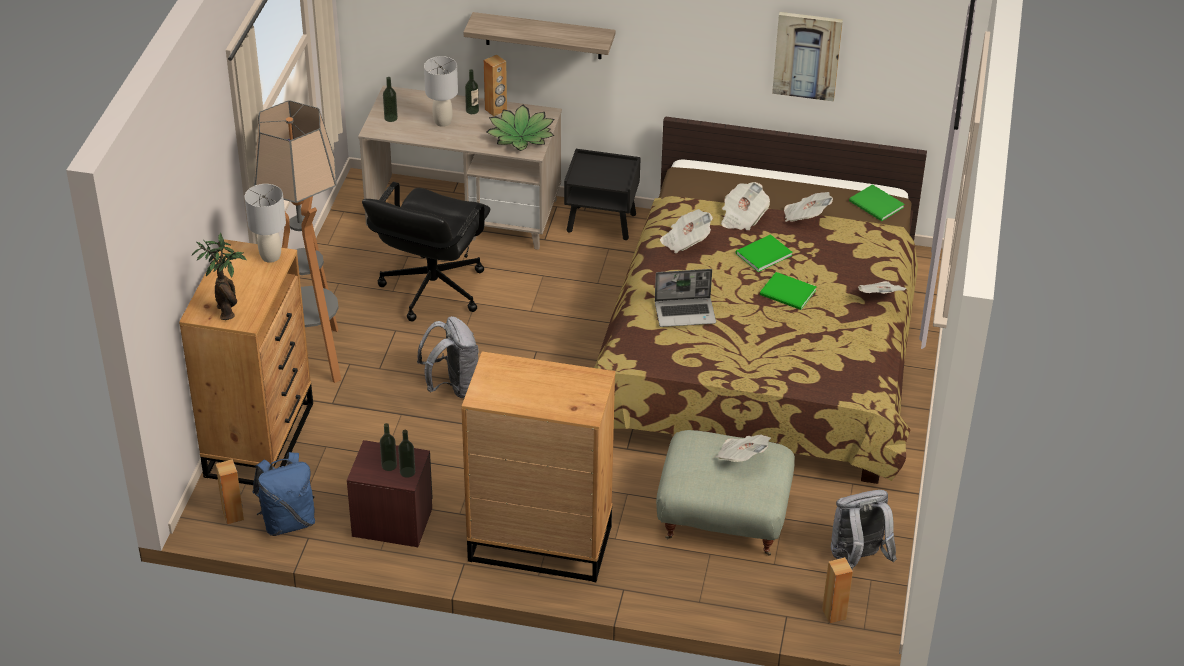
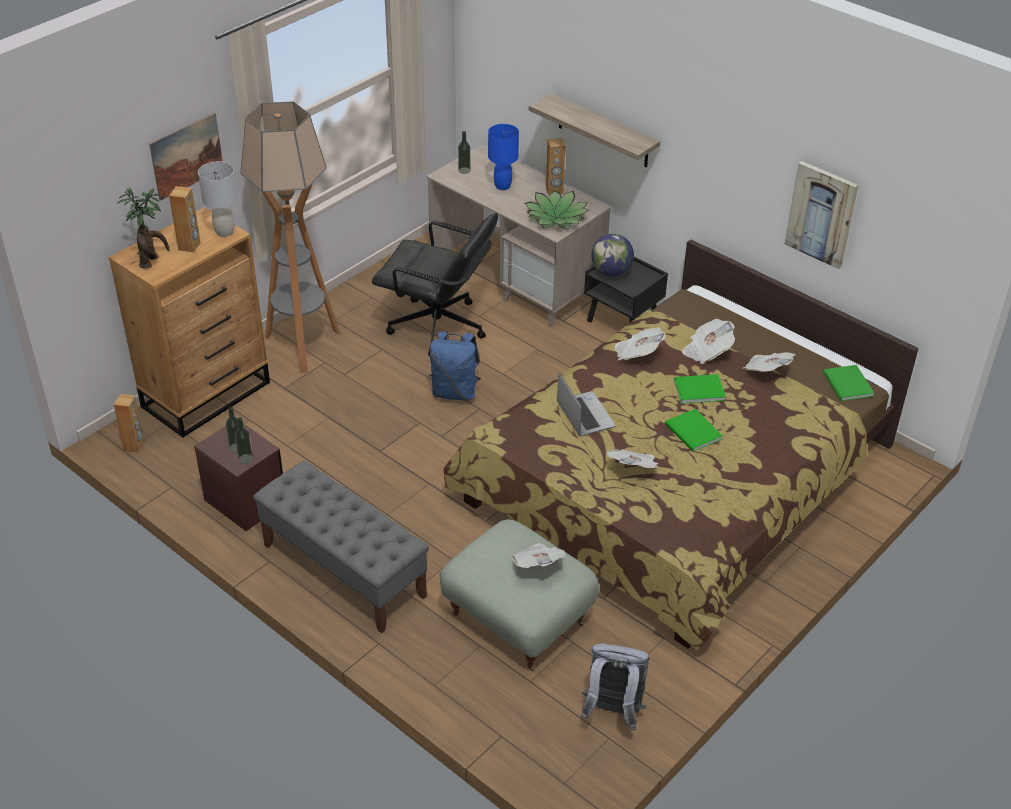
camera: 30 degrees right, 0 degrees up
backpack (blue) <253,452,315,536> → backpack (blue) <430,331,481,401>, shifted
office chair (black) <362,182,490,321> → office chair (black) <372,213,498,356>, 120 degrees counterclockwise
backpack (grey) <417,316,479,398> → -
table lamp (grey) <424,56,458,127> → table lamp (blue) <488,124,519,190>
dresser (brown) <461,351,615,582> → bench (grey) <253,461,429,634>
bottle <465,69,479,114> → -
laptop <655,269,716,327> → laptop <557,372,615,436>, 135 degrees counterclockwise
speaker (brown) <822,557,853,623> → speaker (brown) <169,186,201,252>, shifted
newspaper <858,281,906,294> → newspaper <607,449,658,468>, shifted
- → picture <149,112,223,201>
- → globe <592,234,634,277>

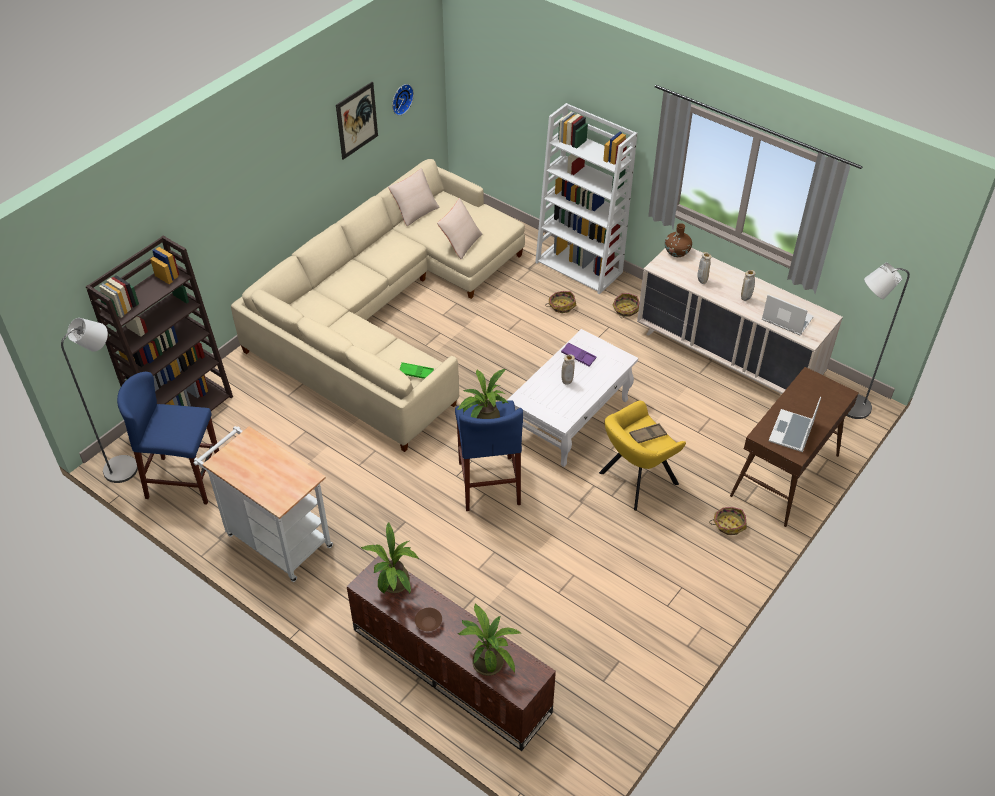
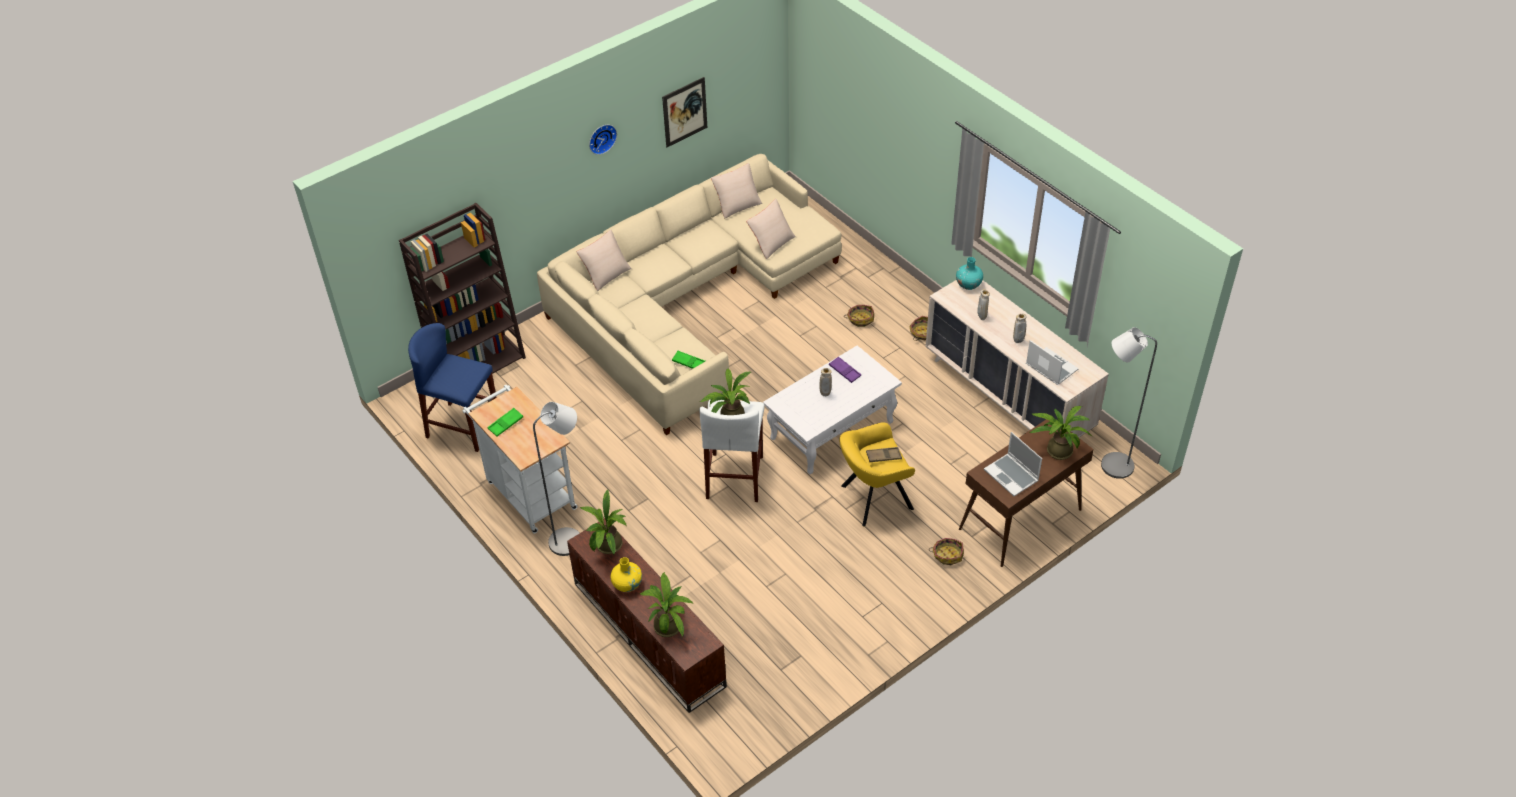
camera: 15 degrees right, 0 degrees up
floor lamp (grey) <61,318,138,483> → floor lamp (grey) <533,402,579,556>, shifted
wall clock <392,84,414,115> → wall clock <589,125,617,155>, shifted
bowl (brown) <415,608,442,631> → vase (yellow) <611,557,642,592>
stool (blue) <455,400,523,511> → stool (white) <699,399,765,502>
bookcase (white) <535,103,637,295> → -
vase (brown) <665,223,692,257> → vase (turquoise) <956,257,983,290>
laptop <769,396,821,452> → laptop <984,432,1042,496>, 75 degrees counterclockwise
- → tray (green) <488,408,523,437>
- → pillow (beige) <577,230,631,291>
- → potted plant <1030,406,1093,460>

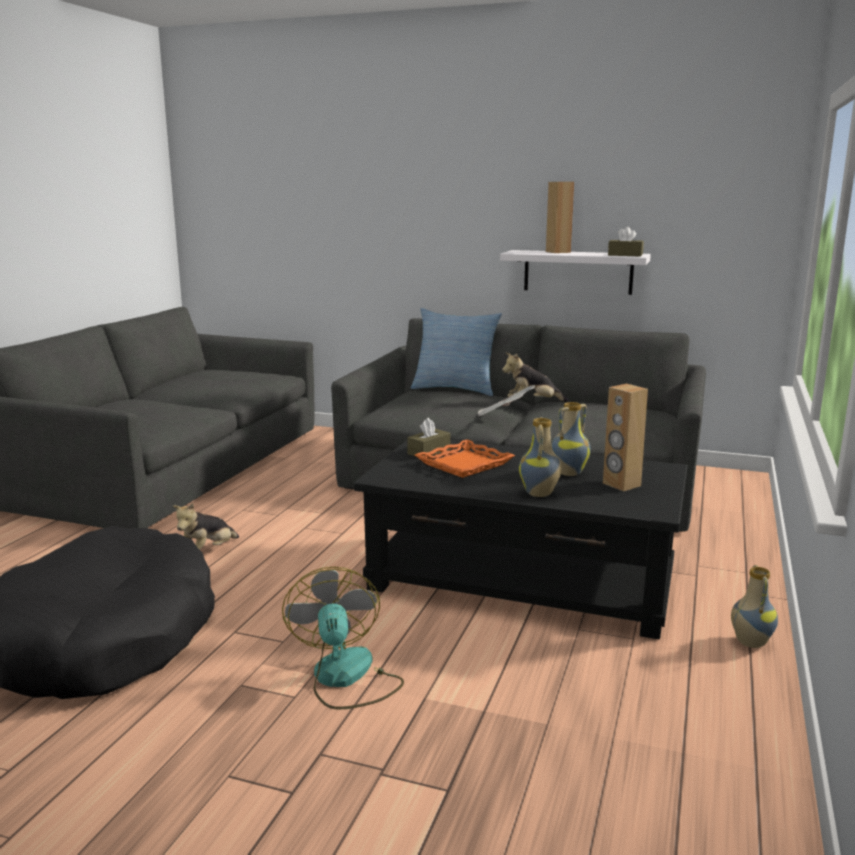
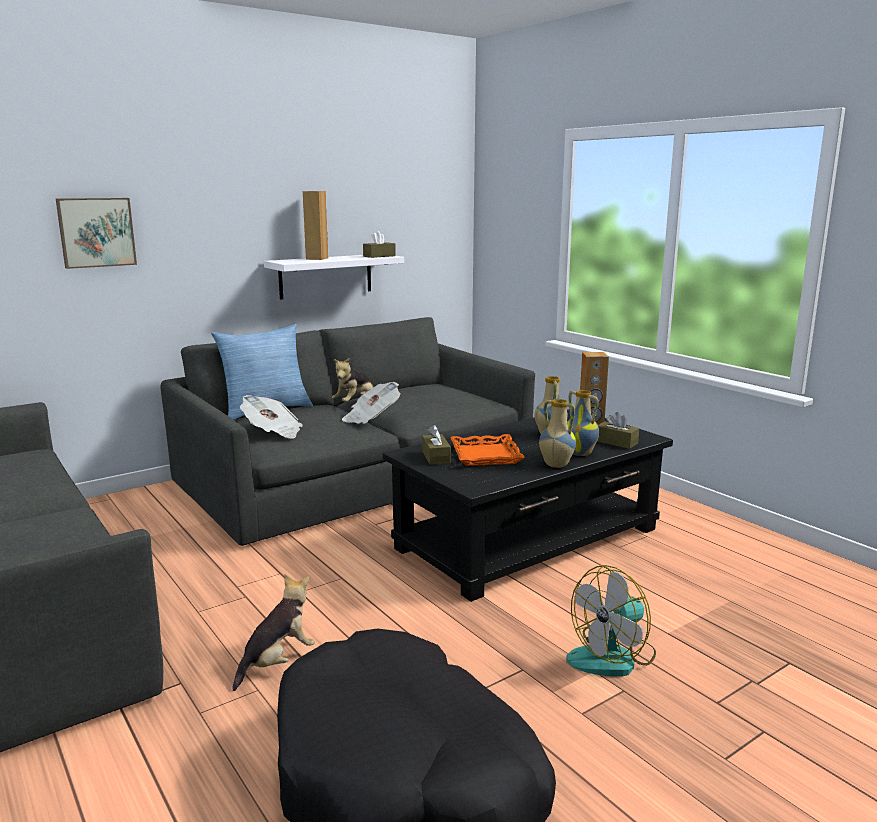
camera: 55 degrees left, 0 degrees up
plush toy <173,503,239,550> → plush toy <233,574,315,691>, 120 degrees counterclockwise
fan <282,567,404,709> → fan <566,565,656,676>, 60 degrees counterclockwise
vase <731,565,778,648> → vase <539,399,576,468>, shifted
- → picture <56,198,137,269>
- → newspaper <240,395,303,439>
- → tissue box (brown) <597,412,639,449>

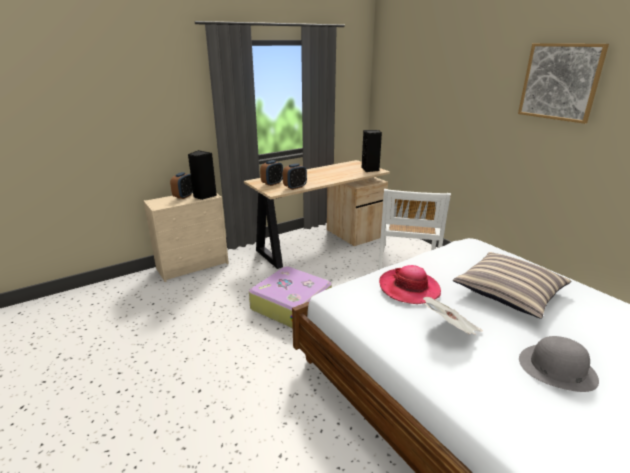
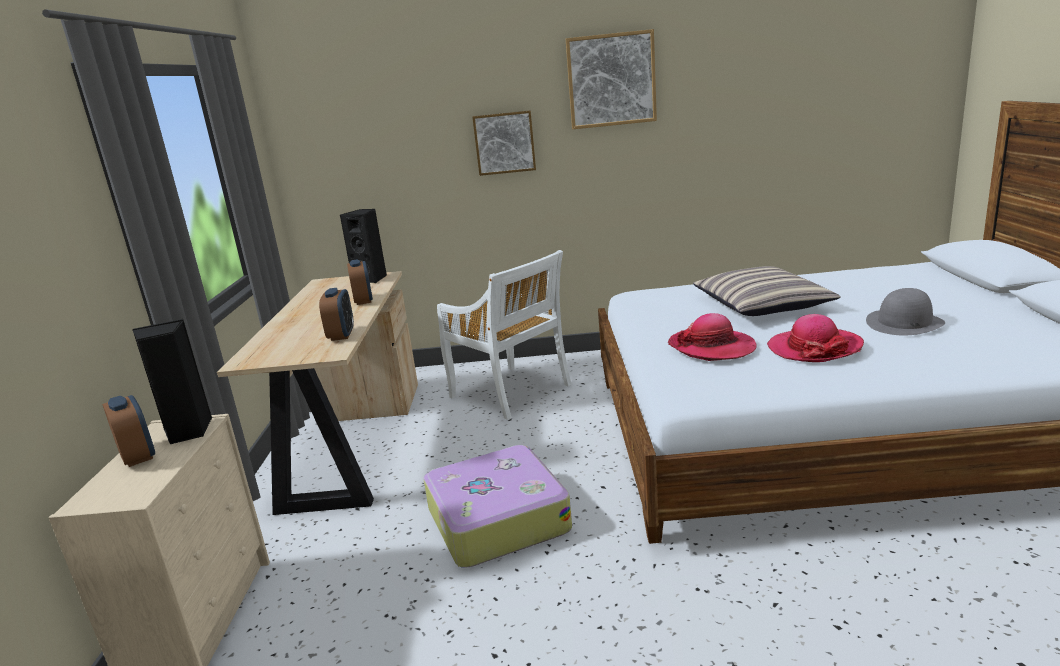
camera: 55 degrees left, 5 degrees down
alarm clock <260,160,283,186> → alarm clock <347,259,373,305>, shifted
newspaper <423,297,483,335> → hat <767,314,864,362>
- → picture <472,110,536,176>

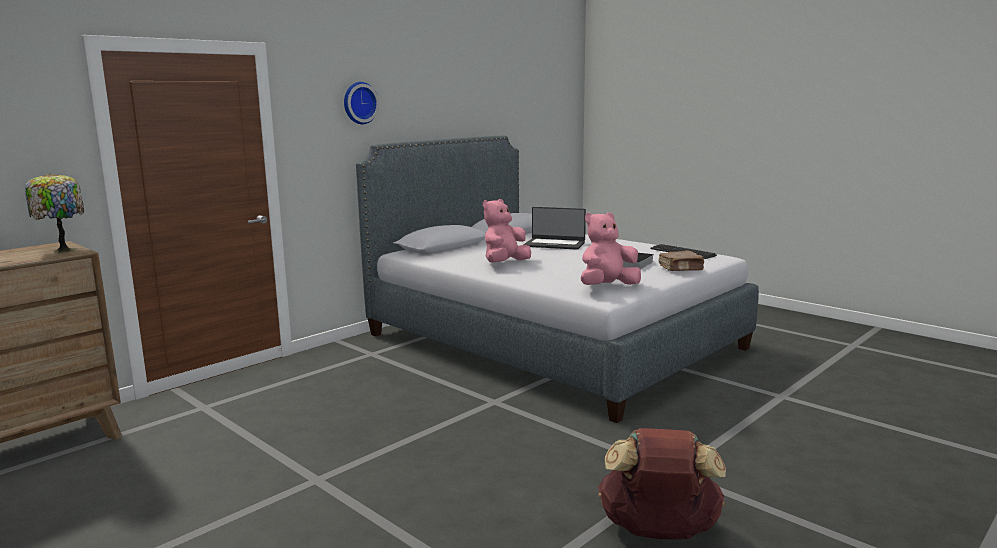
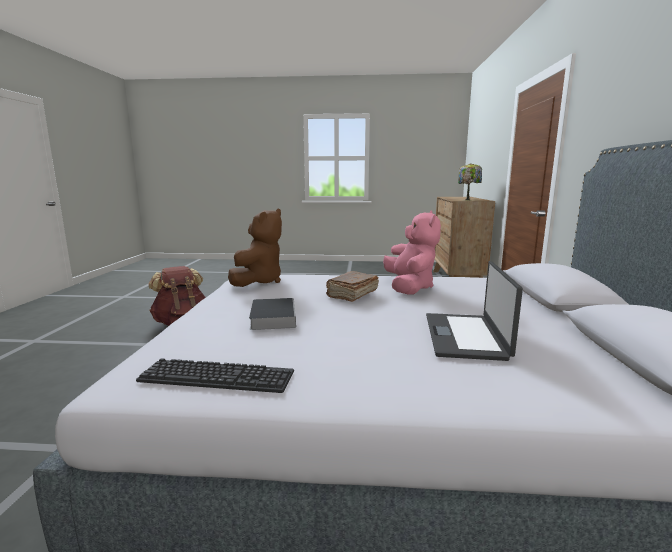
camera: 140 degrees right, 0 degrees up
wall clock <344,82,379,124> → -
laptop <523,207,586,250> → laptop <426,261,523,361>, 60 degrees counterclockwise
plush toy (pink) <581,212,641,285> → plush toy (brown) <228,209,282,287>
book (brown) <659,250,705,271> → book (brown) <326,271,379,302>, shifted

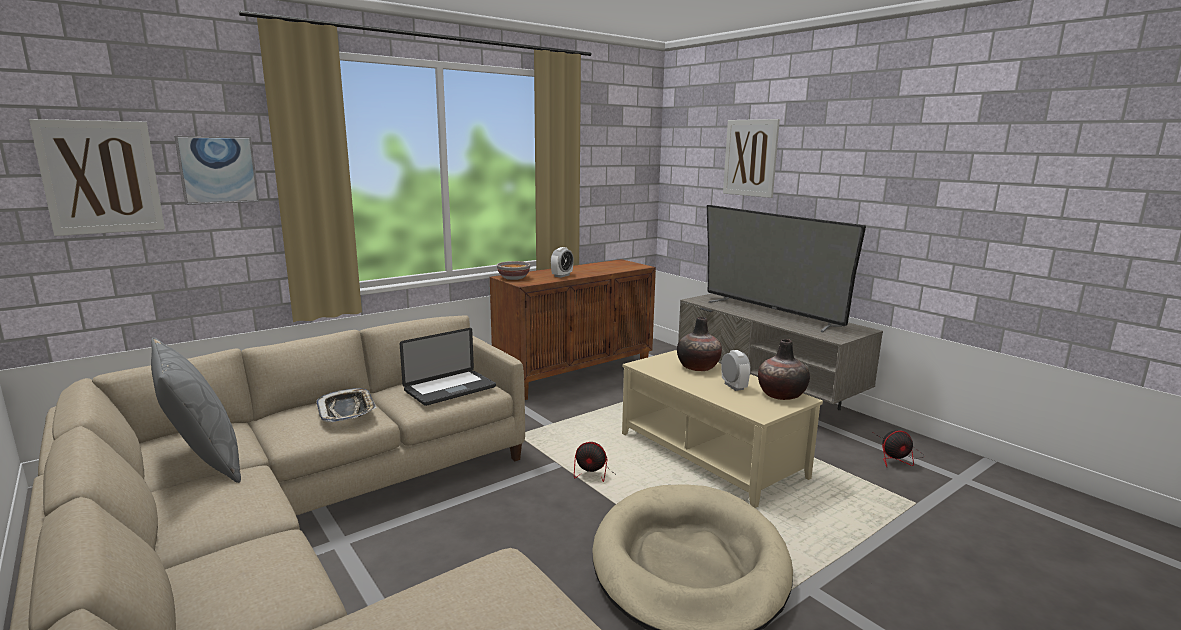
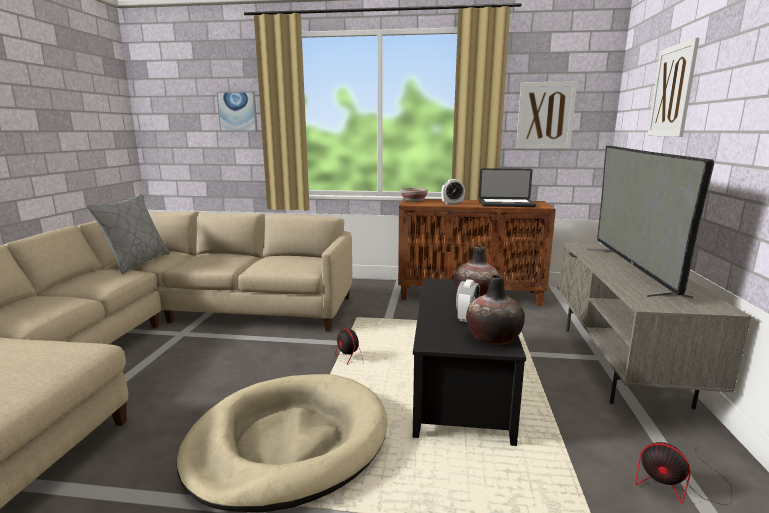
camera: 45 degrees right, 0 degrees up
picture <29,119,165,236> → picture <516,81,577,149>, shifted
tray <316,388,377,423> → -
laptop <400,328,496,406> → laptop <479,168,536,207>, shifted
coffee table (beige) <622,350,823,508> → coffee table (black) <413,279,526,446>

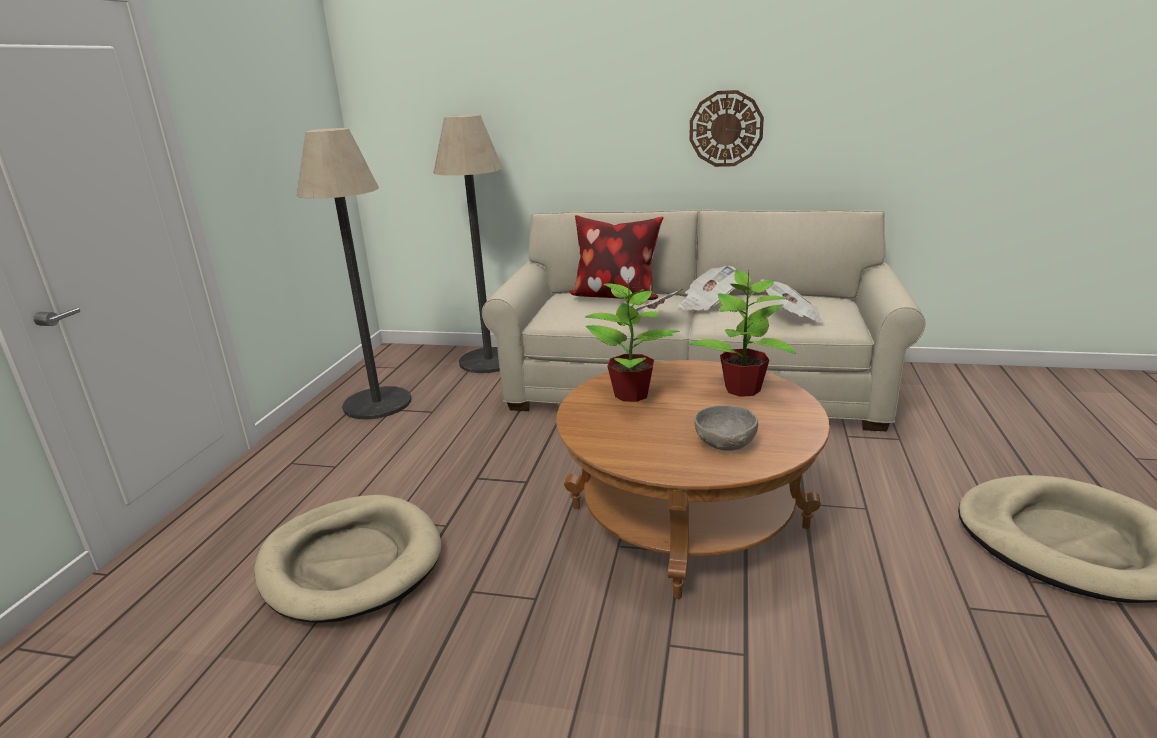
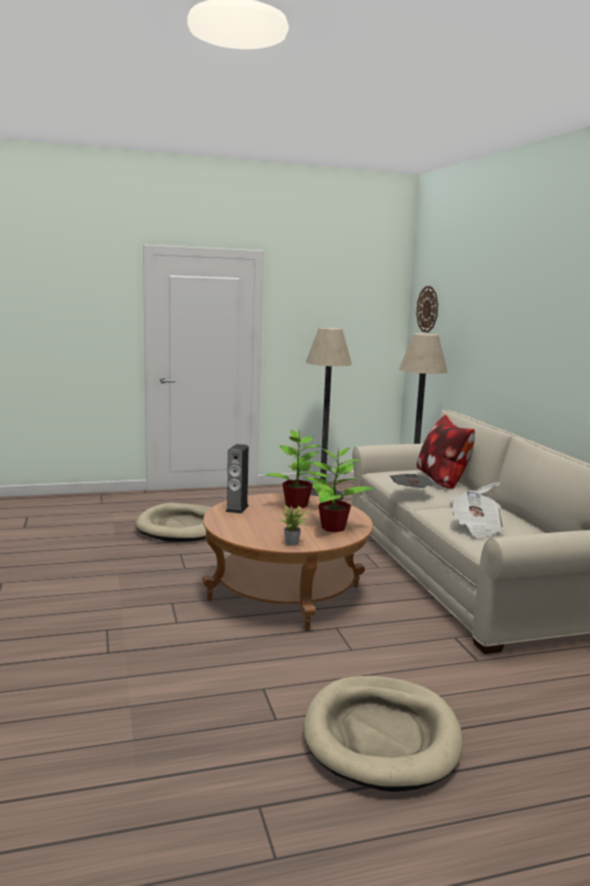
camera: 60 degrees right, 10 degrees down
wall clock <689,90,764,167> → wall clock <416,286,438,333>, shifted
bowl (grey) <694,405,758,451> → -
- → speaker <225,444,249,514>
- → potted plant <278,505,310,546>

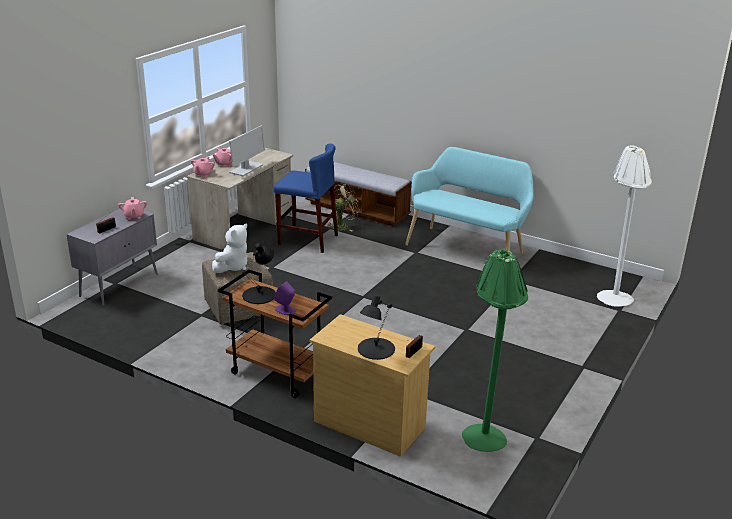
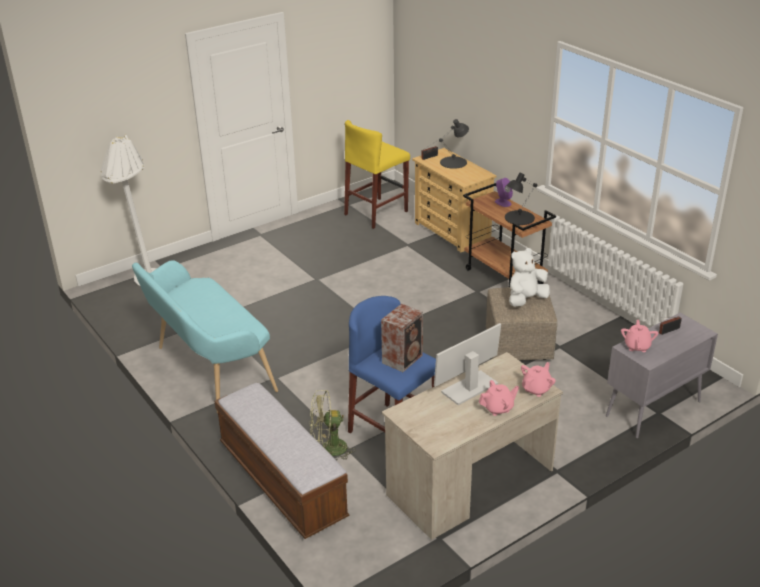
camera: 155 degrees left, 5 degrees up
floor lamp (green) <462,249,528,452> → stool (yellow) <344,120,410,229>
- → speaker <381,304,423,372>

